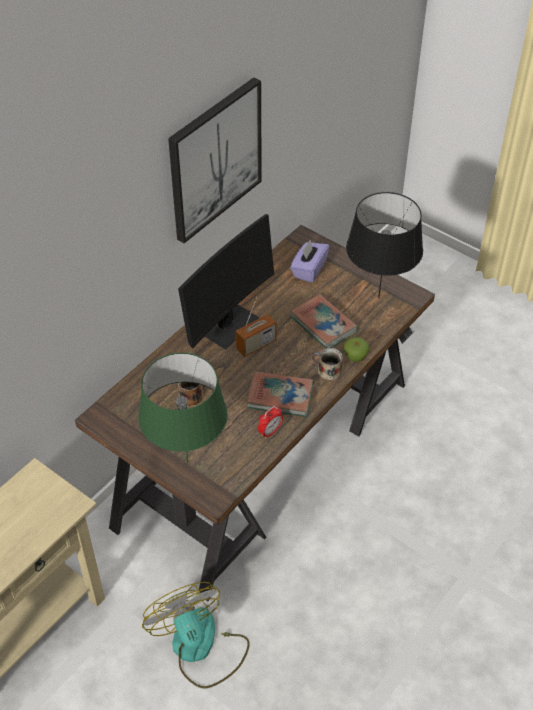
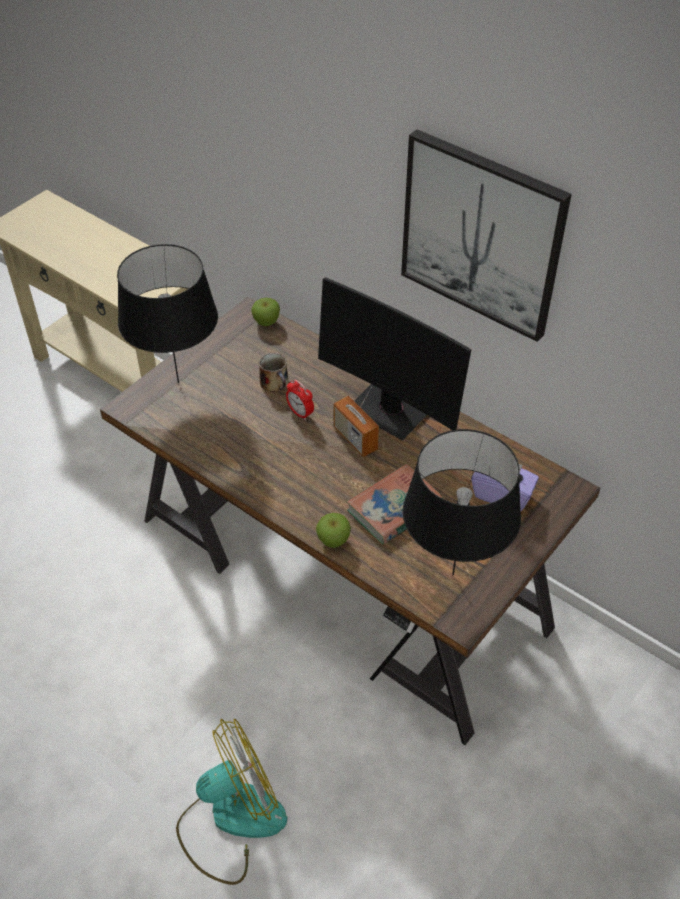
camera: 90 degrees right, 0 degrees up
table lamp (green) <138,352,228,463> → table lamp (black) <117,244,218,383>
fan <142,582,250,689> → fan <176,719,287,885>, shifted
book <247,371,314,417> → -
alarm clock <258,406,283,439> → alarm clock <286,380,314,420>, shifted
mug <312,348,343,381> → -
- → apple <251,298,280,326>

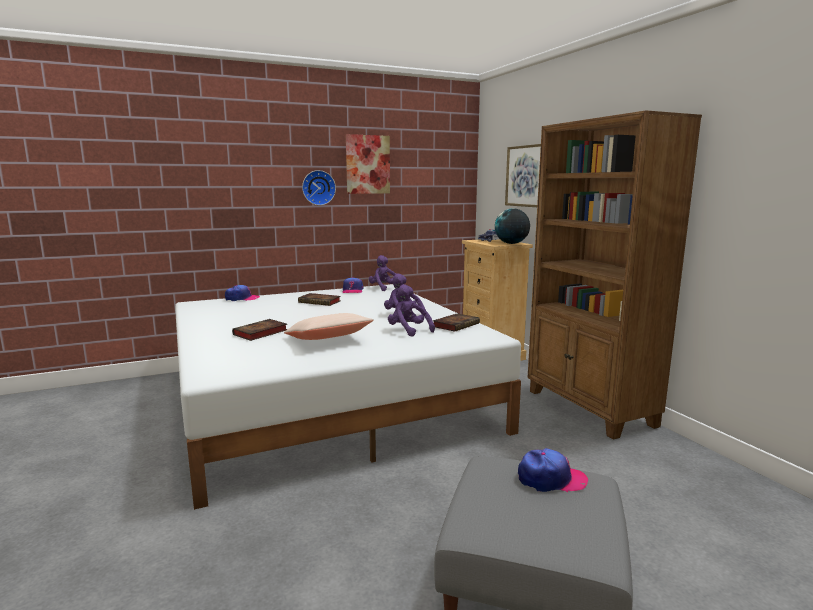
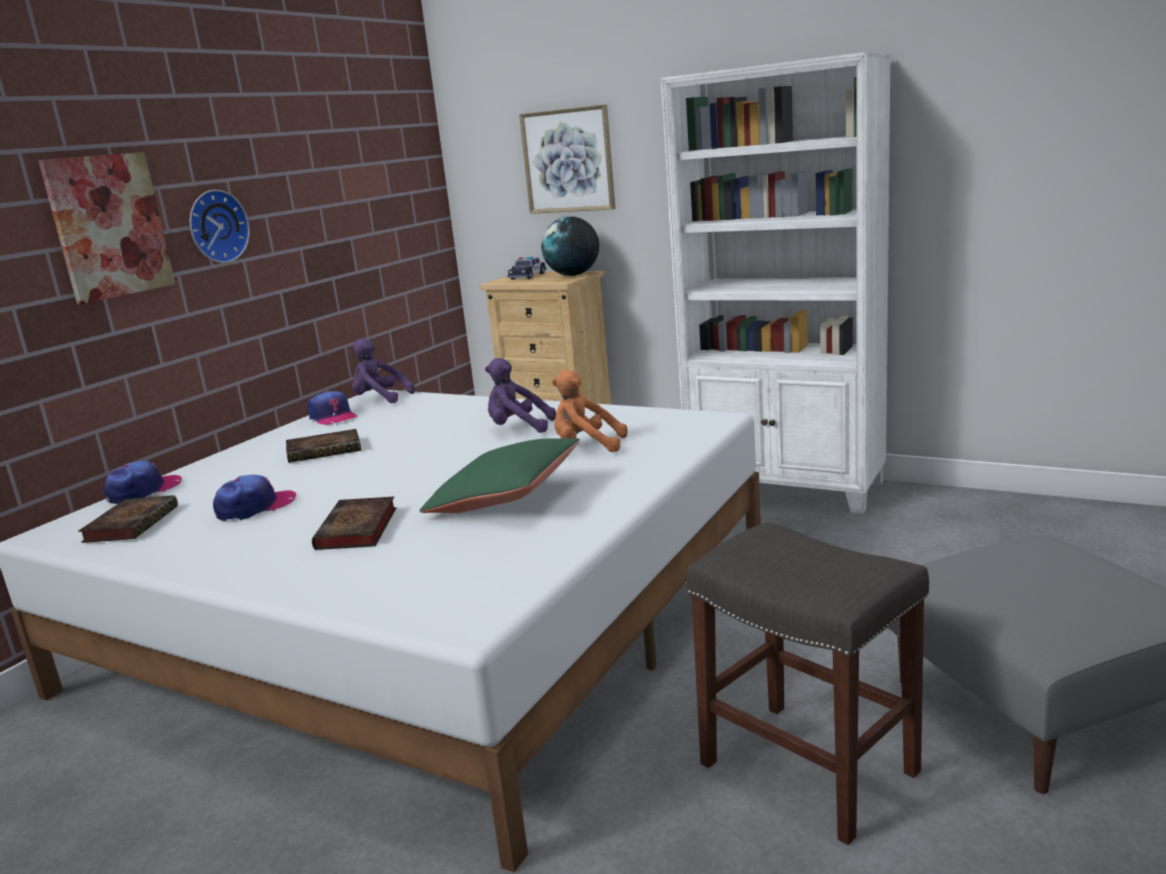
camera: 35 degrees left, 5 degrees up
pillow (beige) <284,313,374,340> → pillow (green) <420,438,580,513>
picture <346,134,390,194> → picture <38,152,175,304>, shifted
plush toy (purple) <388,284,435,337> → plush toy (orange) <552,370,627,452>
book <433,313,480,332> → book <78,495,178,543>, shifted
cap <518,448,588,493> → cap <213,475,296,521>, shifted
bookcase (brown) <528,110,702,440> → bookcase (white) <660,52,891,514>
- → stool (grey) <687,522,929,845>

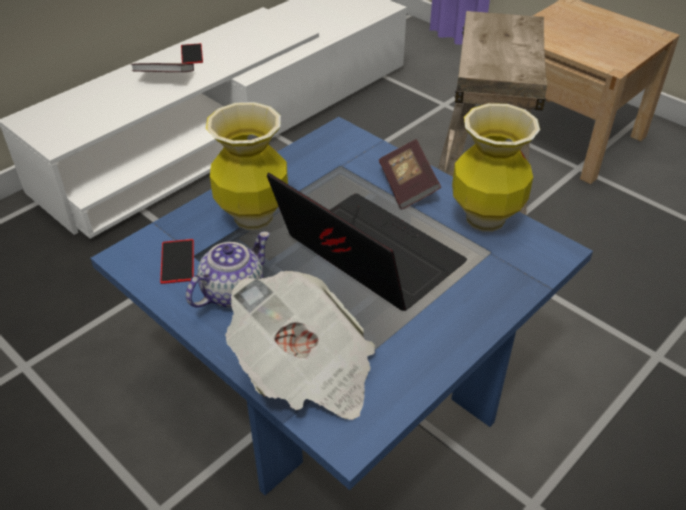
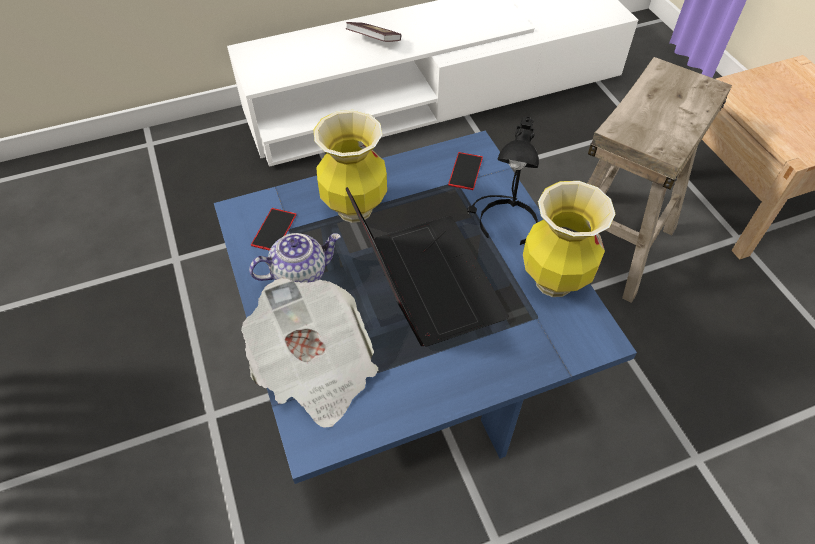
camera: 25 degrees right, 10 degrees up
phone <181,43,203,64> → phone <448,152,483,190>, shifted
book <379,139,441,209> → table lamp (black) <467,116,539,245>

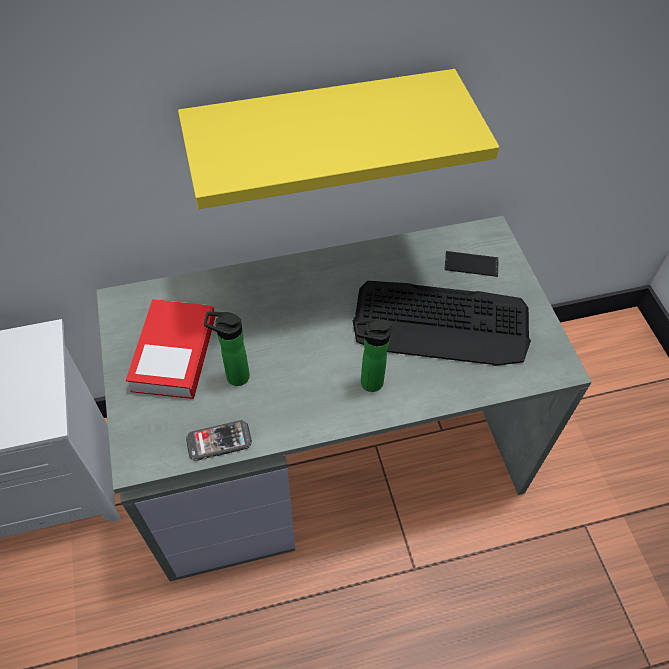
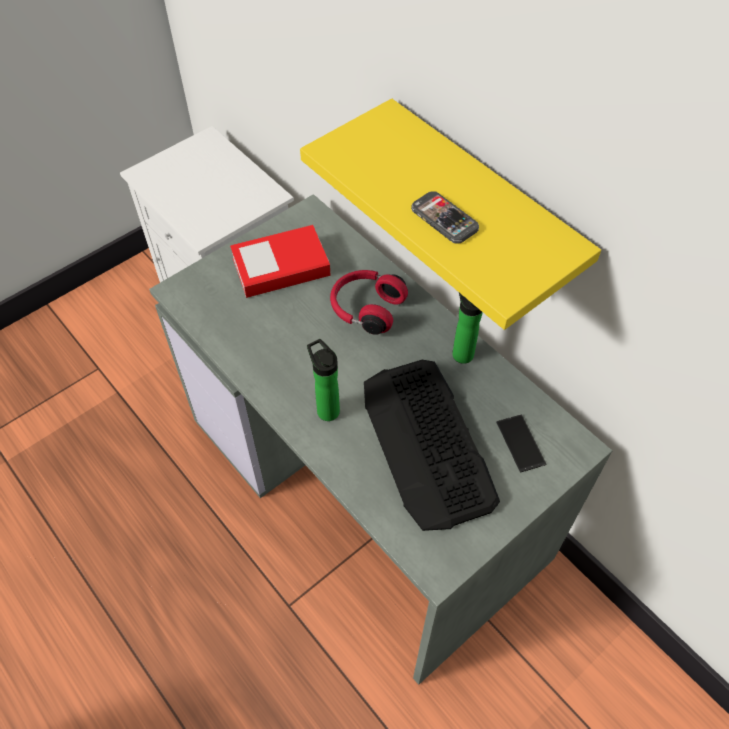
camera: 65 degrees right, 0 degrees up
phone <186,420,252,461> → phone <411,191,479,243>, shifted
bottle <204,312,250,386> → bottle <452,293,483,364>, shifted
- → headphones (red) <330,270,408,335>

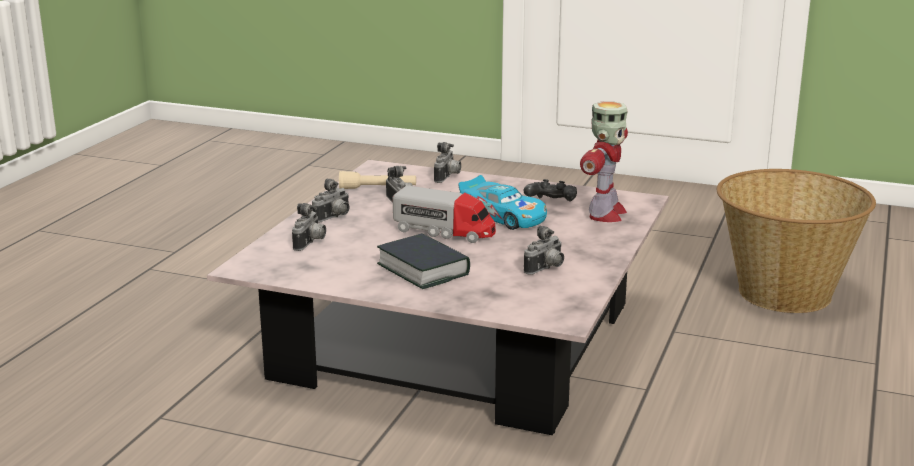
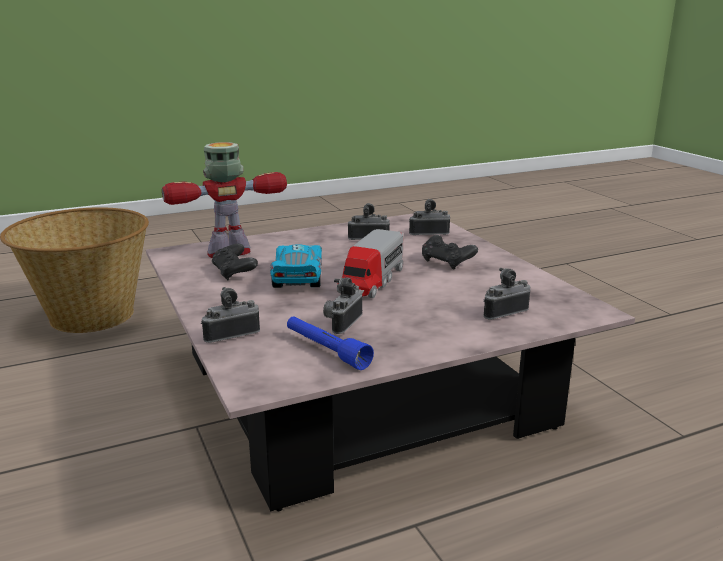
camera: 135 degrees left, 0 degrees up
photo camera <312,178,350,223> → photo camera <409,199,450,235>, shifted
flashlight (beige) <339,171,416,189> → flashlight (blue) <287,316,374,370>
book <377,233,470,289> → game controller (black) <422,235,478,270>
toy truck <393,186,496,243> → toy truck <337,229,403,298>, 135 degrees counterclockwise

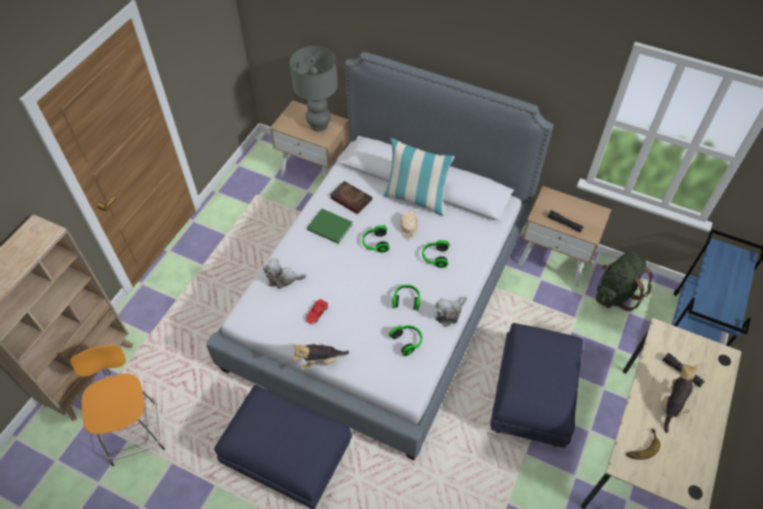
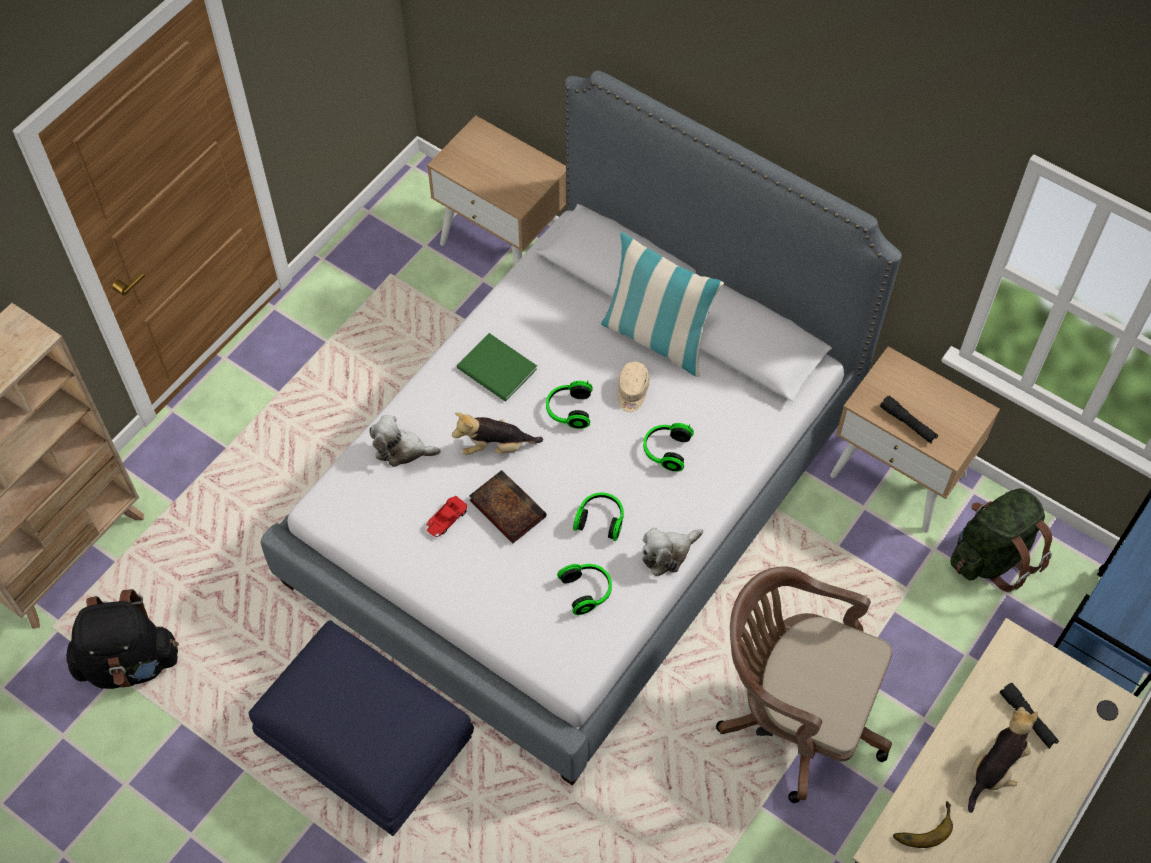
camera: 10 degrees right, 5 degrees up
stool (orange) <70,345,165,467> → backpack (black) <66,589,179,689>
table lamp (grey) <290,46,338,132> → -
plush toy <292,343,349,370> → plush toy <452,413,543,455>, shifted
book <330,181,372,215> → book <469,470,547,543>, shifted
ottoman (blue) <490,323,583,448> → office chair (brown) <716,566,892,803>

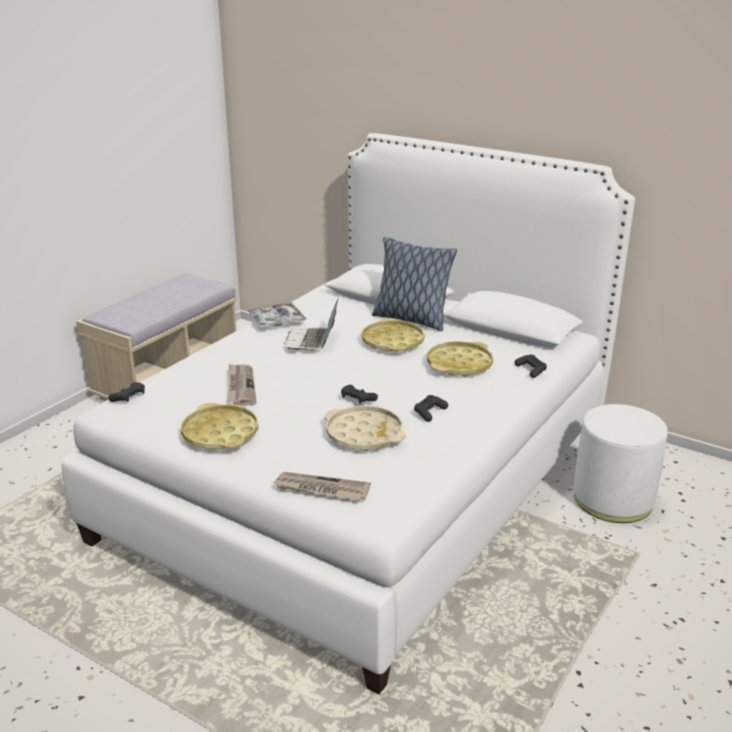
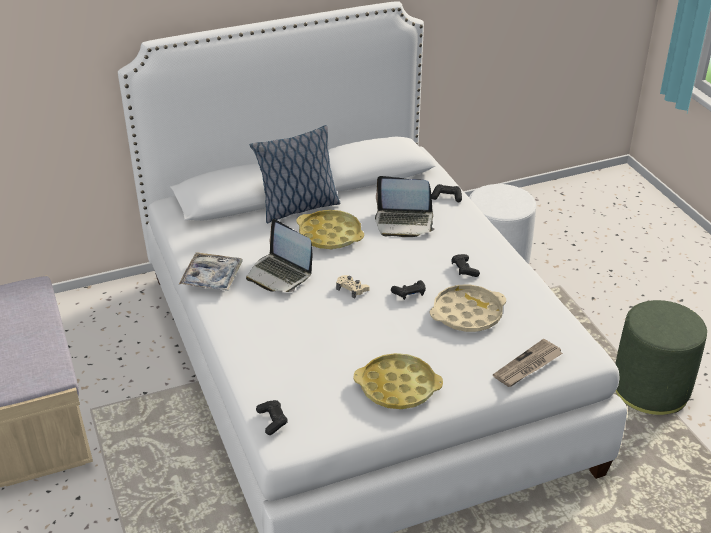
camera: 55 degrees left, 10 degrees up
newspaper <228,364,256,406> → -
tray (yellow) <427,341,493,377> → laptop <375,176,435,237>
- → game controller (beige) <336,275,369,299>
- → ottoman (green) <615,300,707,415>

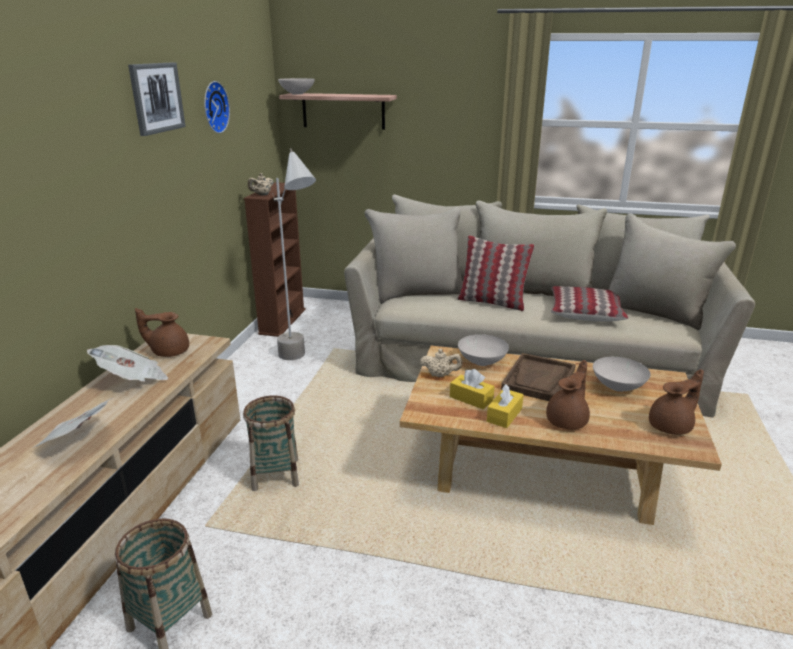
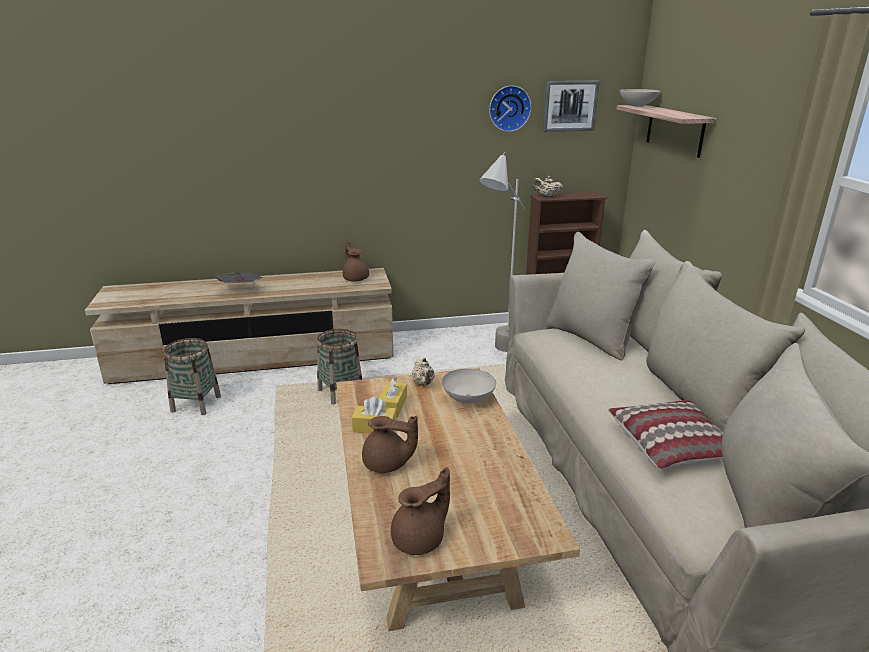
camera: 65 degrees right, 0 degrees up
newspaper <87,345,169,382> → -
picture <128,62,186,136> → picture <543,81,600,132>, shifted
pillow <457,235,534,311> → -
tray (brown) <501,353,576,401> → -
bowl (white) <593,357,651,392> → -
teapot (brown) <649,369,704,435> → teapot (brown) <391,467,450,555>, 75 degrees counterclockwise

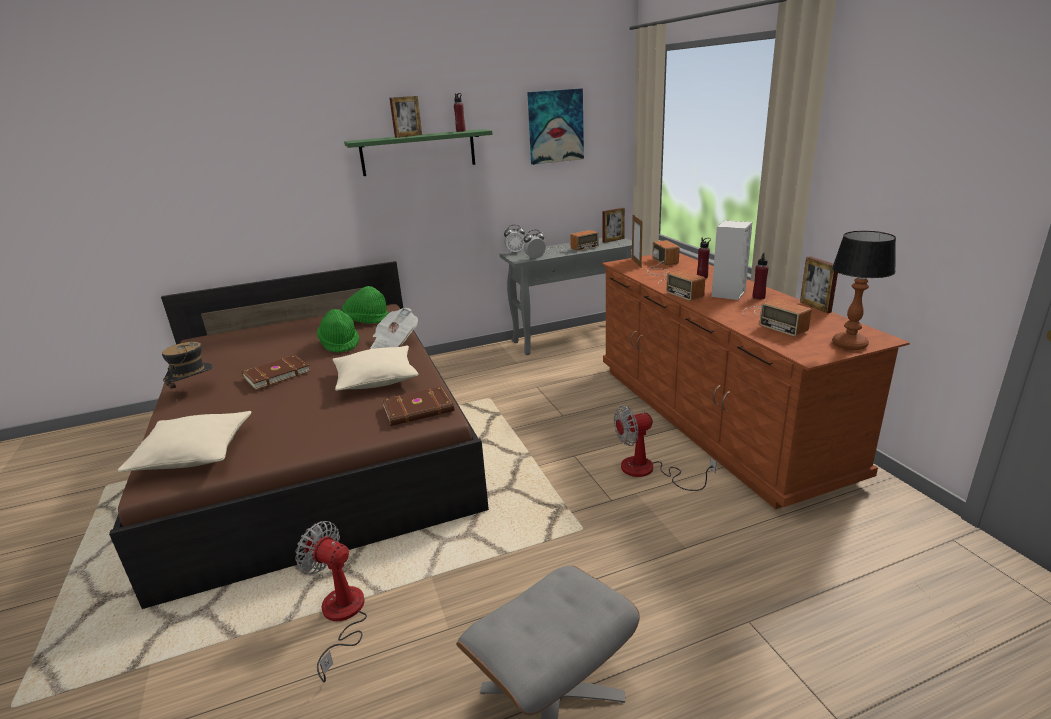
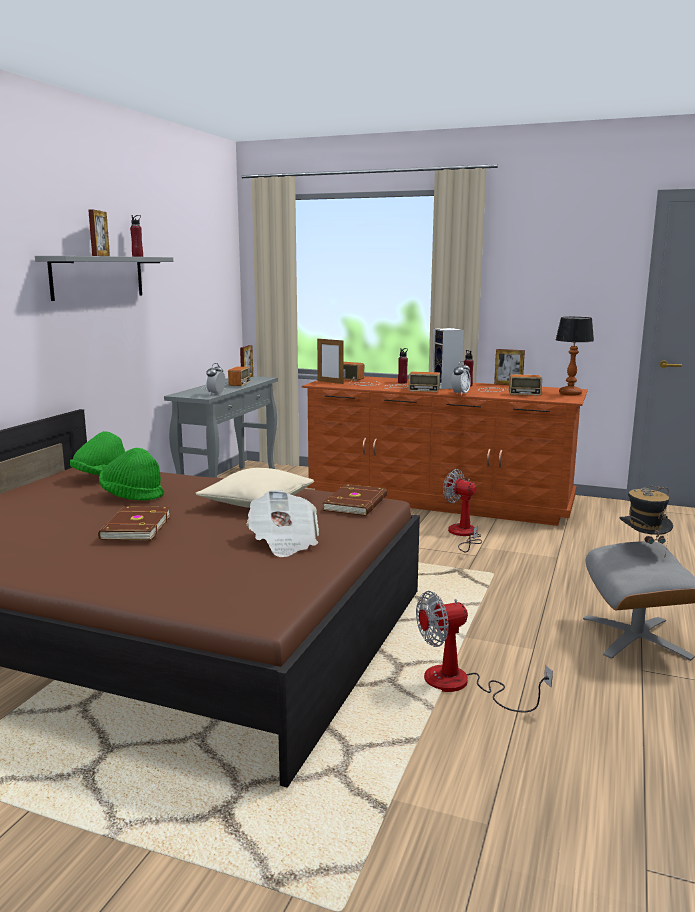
camera: 50 degrees left, 10 degrees down
pillow (beige) <118,411,251,472> → -
hat <162,342,213,401> → hat <619,486,673,559>, shifted
shelf (green) <344,129,493,176> → shelf (grey) <35,256,173,301>
newspaper <370,308,418,349> → newspaper <247,490,319,557>, shifted
alarm clock <504,225,525,254> → alarm clock <451,361,471,395>, shifted
picture <527,88,584,165> → -
fan <614,405,716,491> → fan <443,469,482,552>, 105 degrees clockwise

